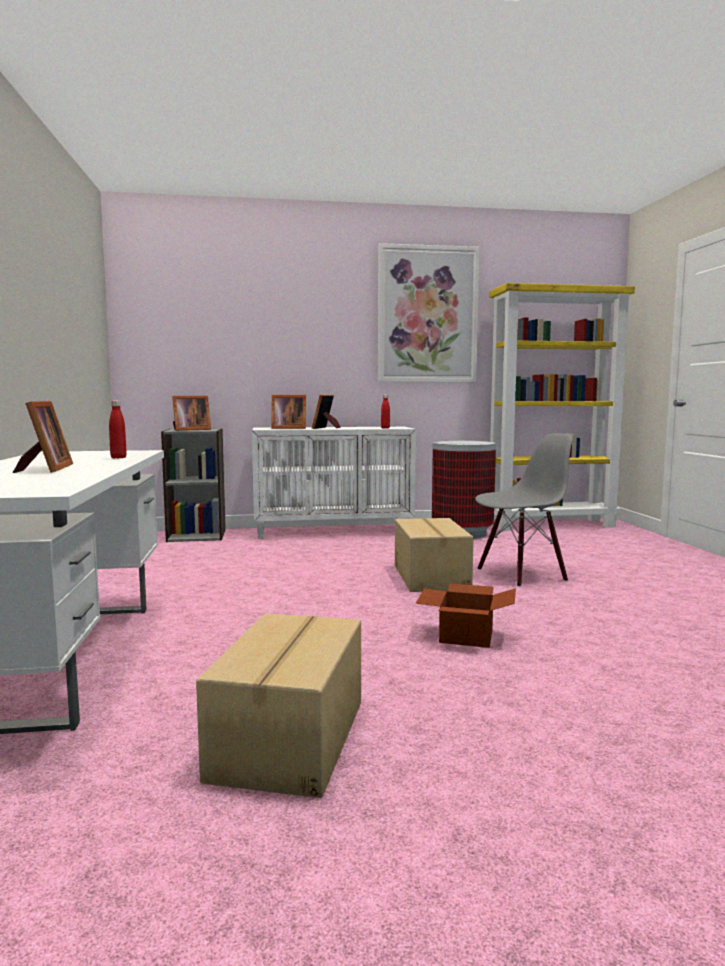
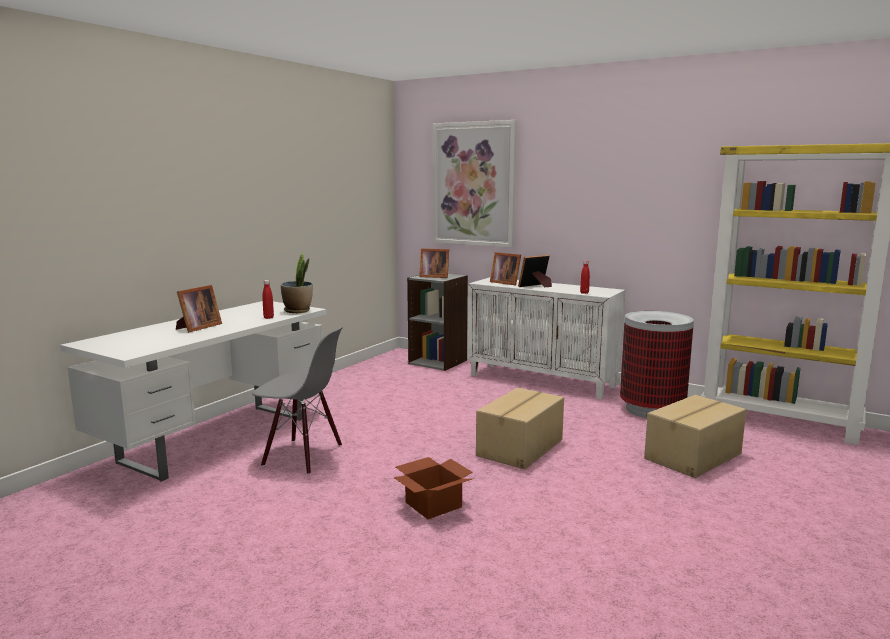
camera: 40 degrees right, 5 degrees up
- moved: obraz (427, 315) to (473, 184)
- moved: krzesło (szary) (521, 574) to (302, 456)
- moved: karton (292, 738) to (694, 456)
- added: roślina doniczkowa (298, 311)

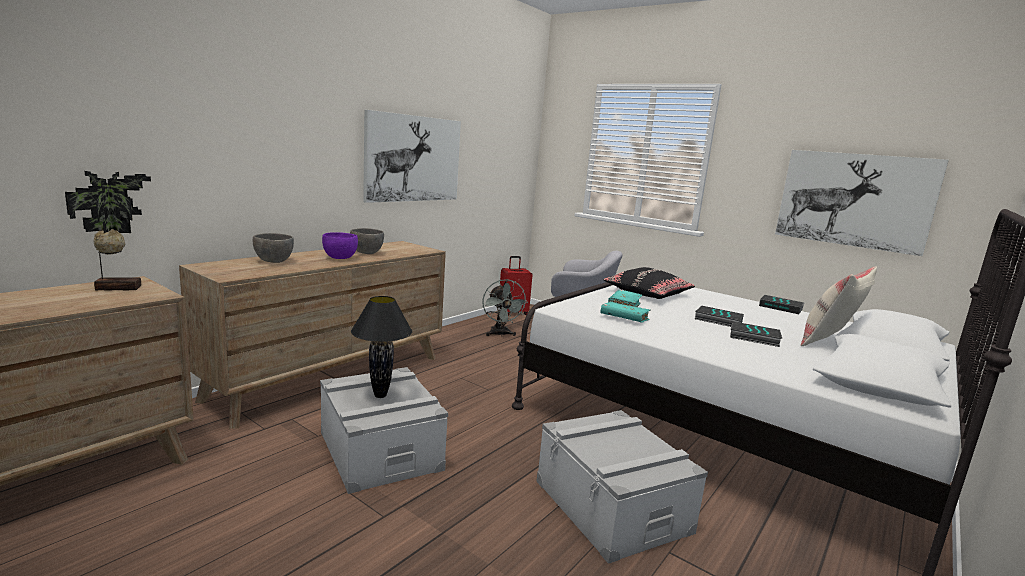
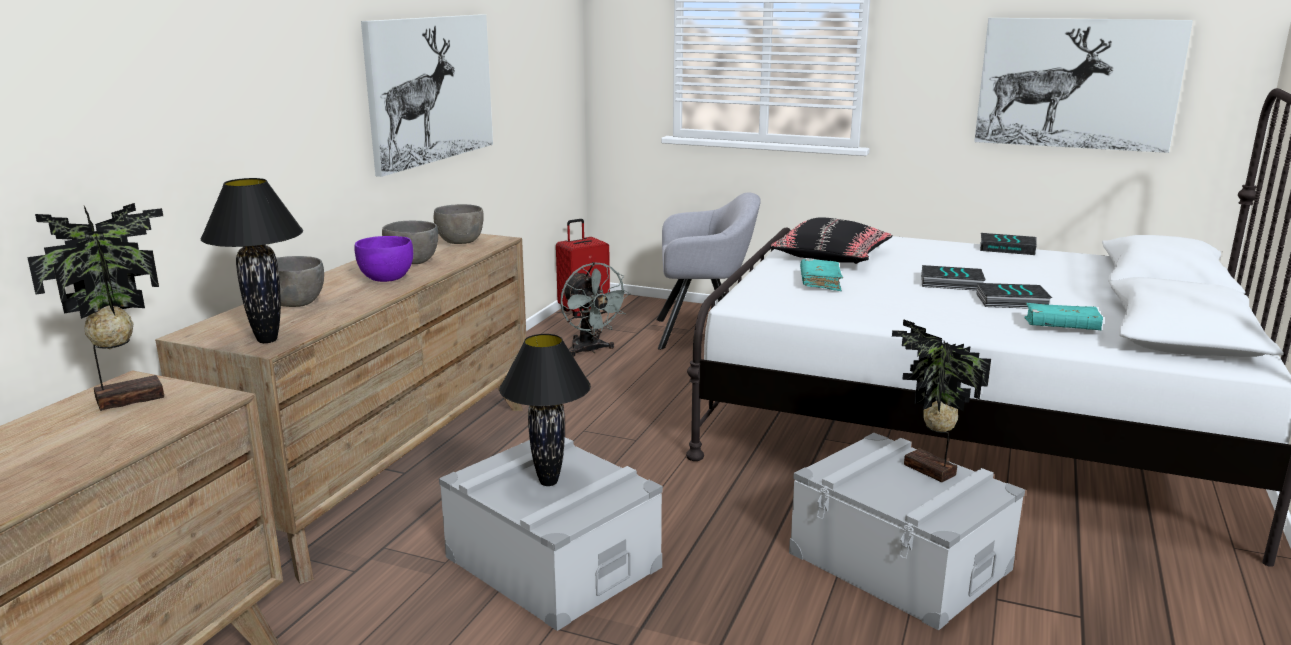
camera: 15 degrees left, 5 degrees up
- removed: poduszka (beżowy) (829, 342)
- moved: książka (turkusowy) (624, 318) to (1061, 327)
- added: lampa stołowa (czarny) (268, 340)
- added: miska (szary) (460, 242)
- added: roślina doniczkowa (928, 472)

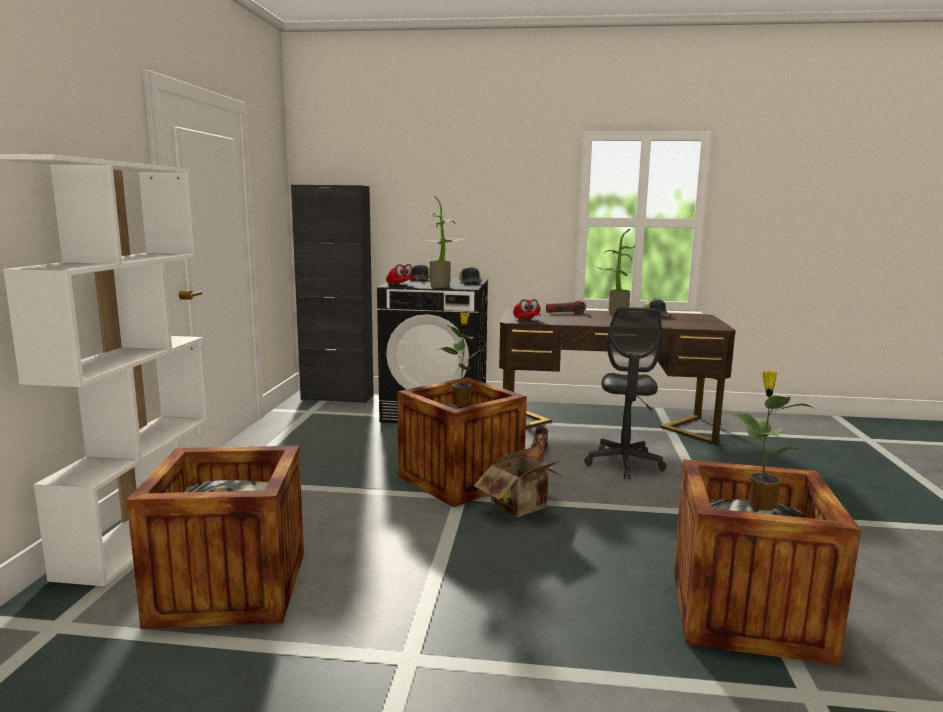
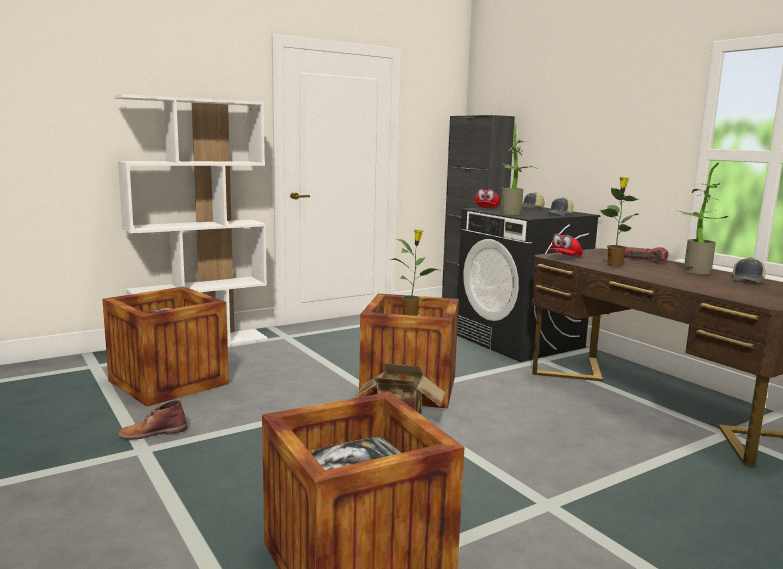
camera: 50 degrees right, 0 degrees up
- removed: krzesło biurowe (szary) (624, 464)
- moved: roślina doniczkowa (760, 505) to (614, 265)
- moved: but z cholewką (brązowy) (536, 456) to (152, 432)

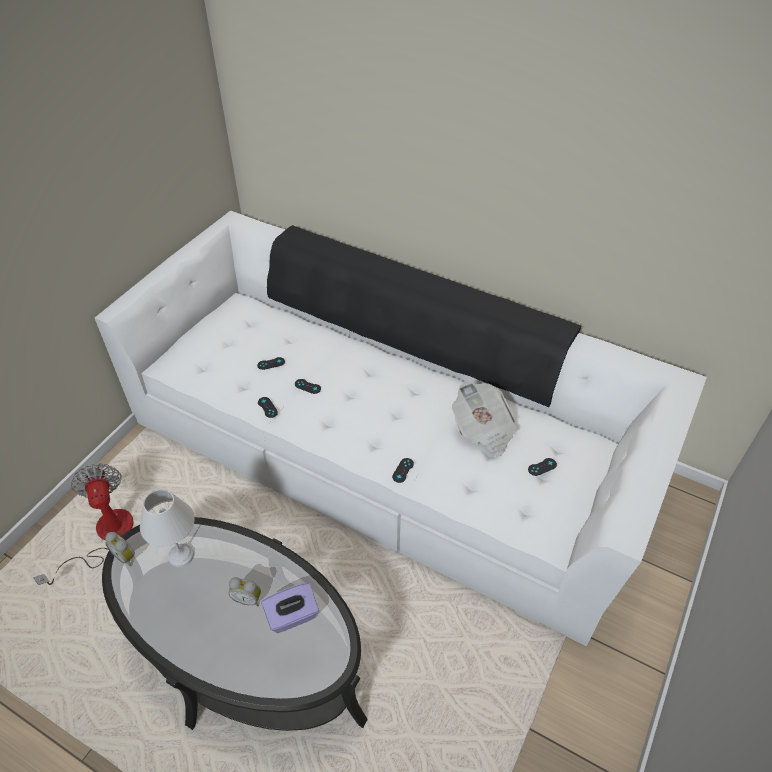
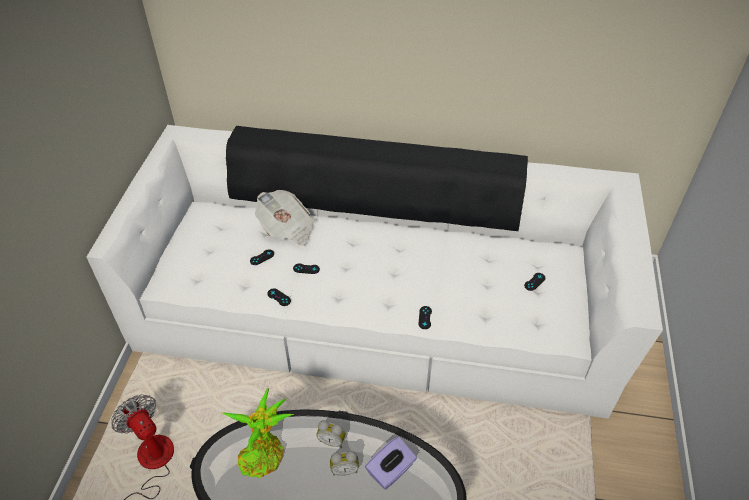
camera: 20 degrees left, 0 degrees up
- moved: gazeta (483, 430) to (287, 229)
- replaced: lampa stołowa (biały) (180, 556) to roślina doniczkowa (263, 453)
- moved: budzik (126, 556) to (332, 440)

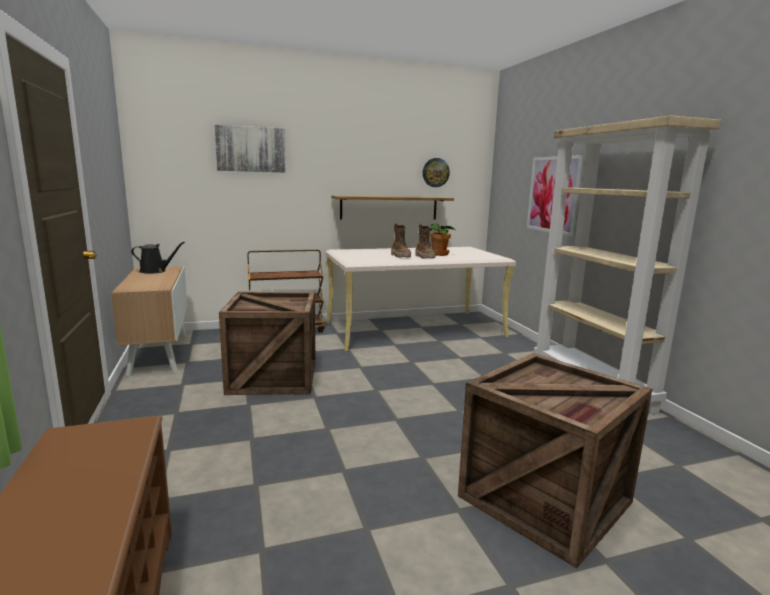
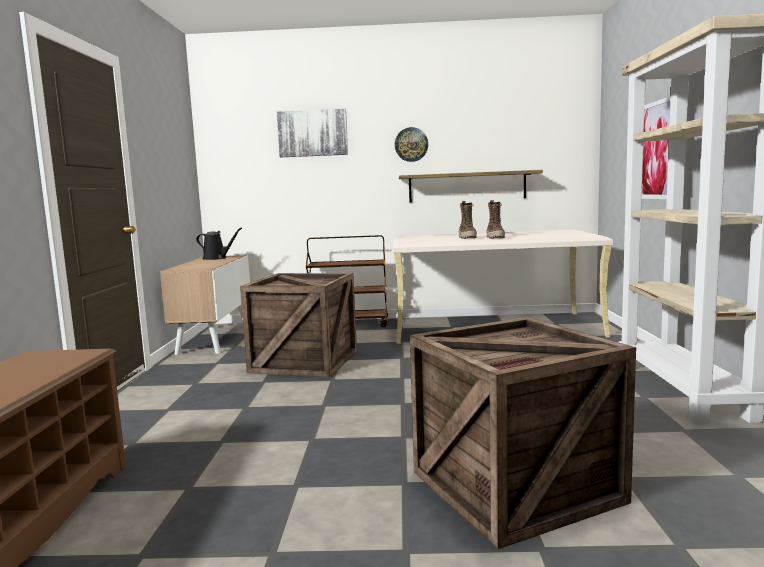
camera: 20 degrees right, 5 degrees down
- moved: zegar ścienny (435, 172) to (411, 144)
- removed: roślina doniczkowa (439, 254)

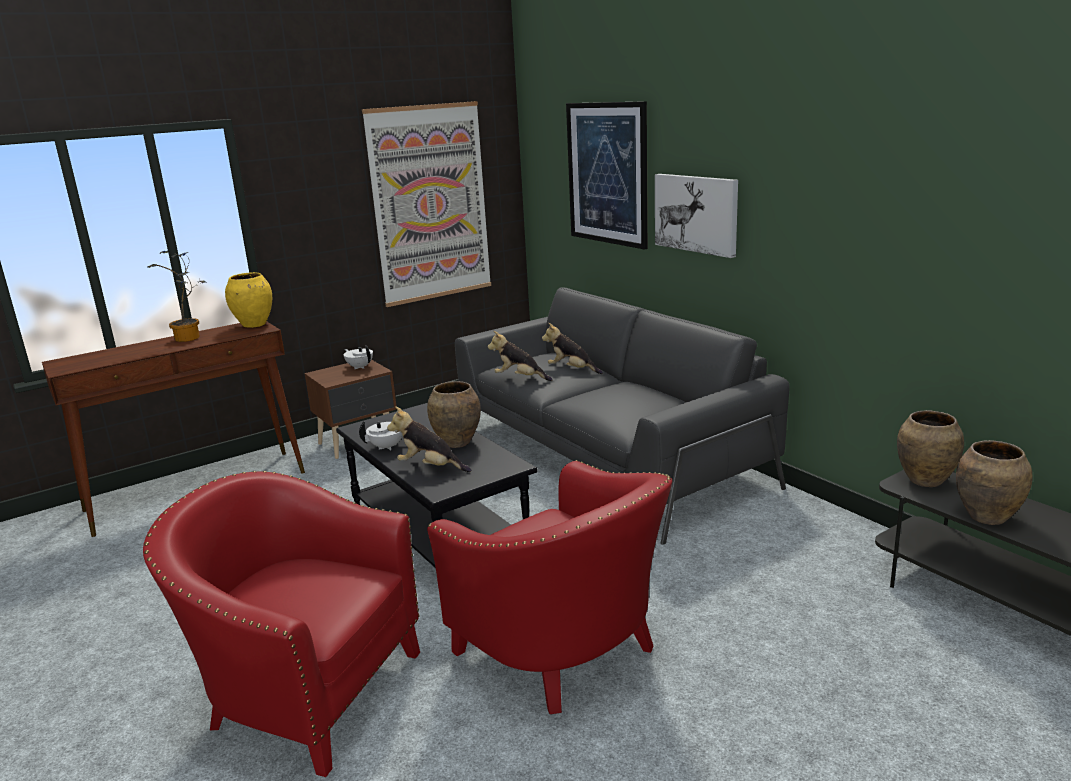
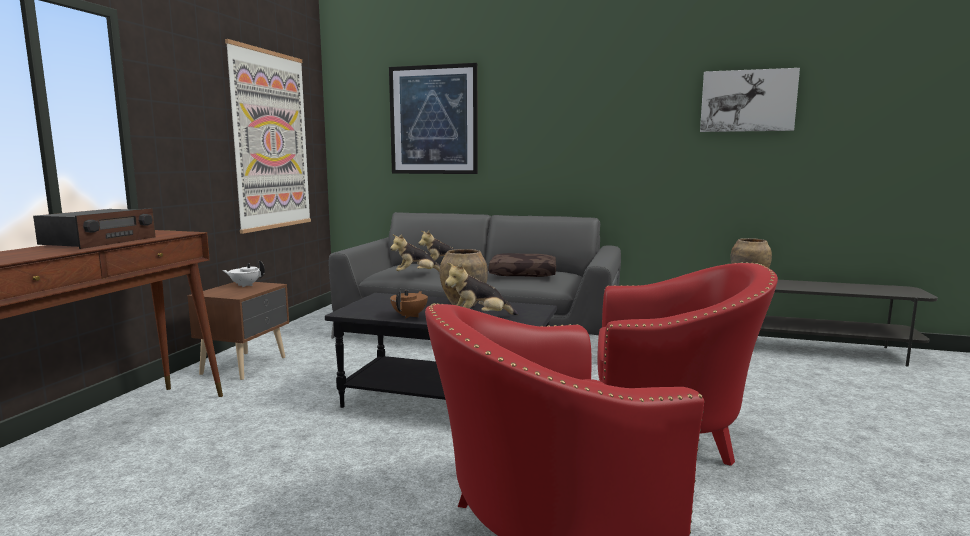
camera: 40 degrees left, 10 degrees down
- moved: obraz (696, 213) to (747, 101)
- replaced: roślina doniczkowa (190, 338) to radio (99, 241)
- removed: wazon (żółty) (255, 324)
- recoloured: imbryk (biały) (388, 447) to imbryk (brązowy) (410, 316)
- removed: wazon (brązowy) (987, 517)
- added: poduszka (brązowy) (523, 274)

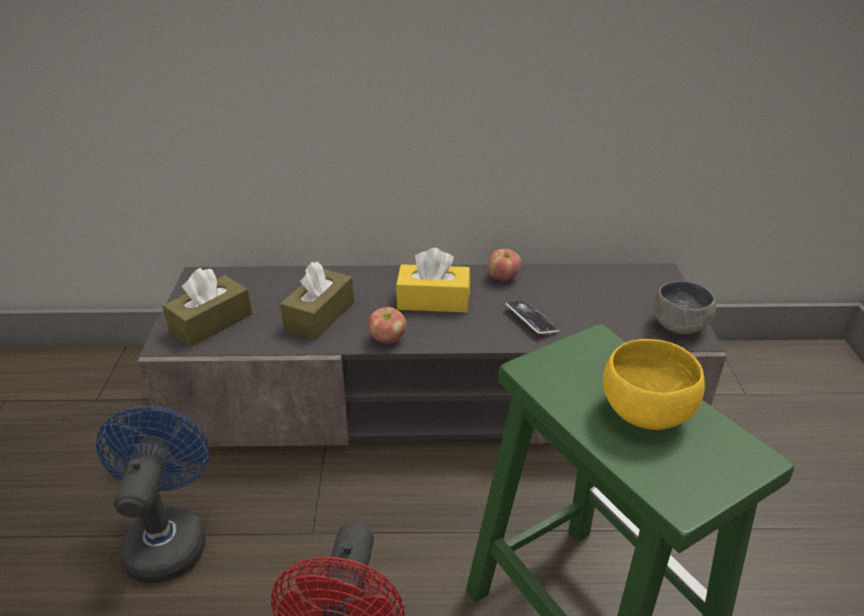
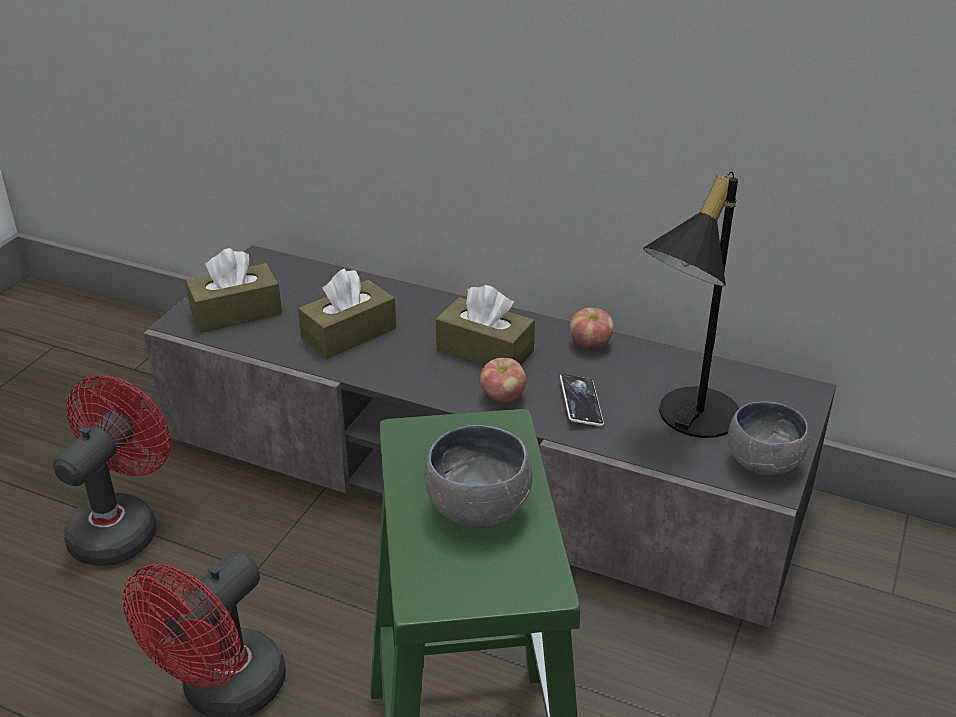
camera: 25 degrees right, 0 degrees up
- recoloured: pudełko chusteczek (żółty) (433, 300) to pudełko chusteczek (brązowy) (485, 350)
- moved: jabłko (388, 339) to (503, 397)
- recoloured: miska (żółty) (641, 413) to miska (szary) (474, 509)
- recoloured: wentylator (niebieski) (168, 537) to wentylator (czerwony) (122, 526)
- added: lampa stołowa (czarny) (686, 417)

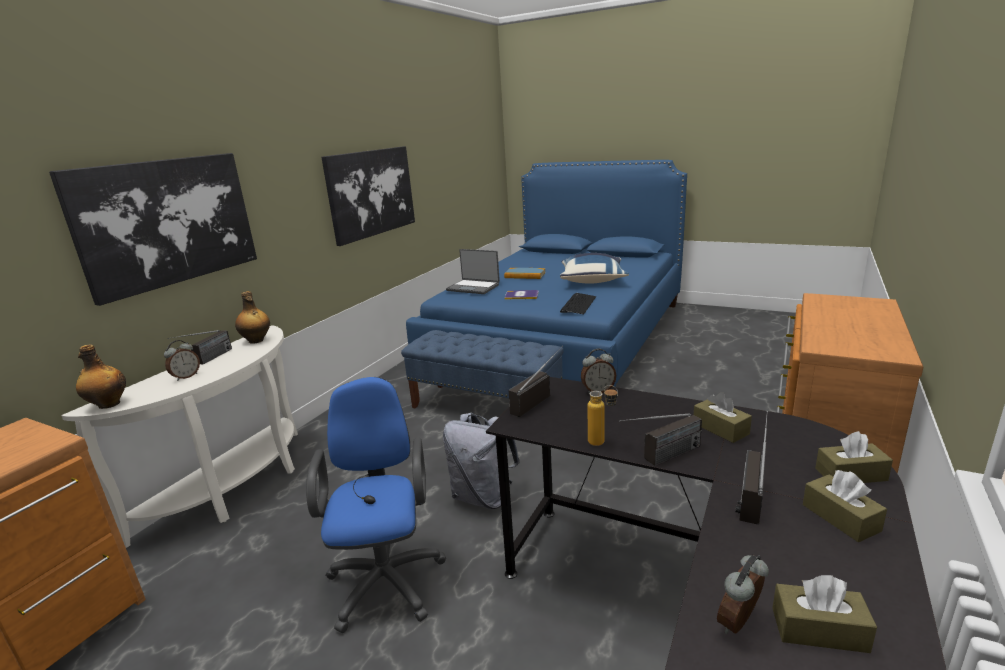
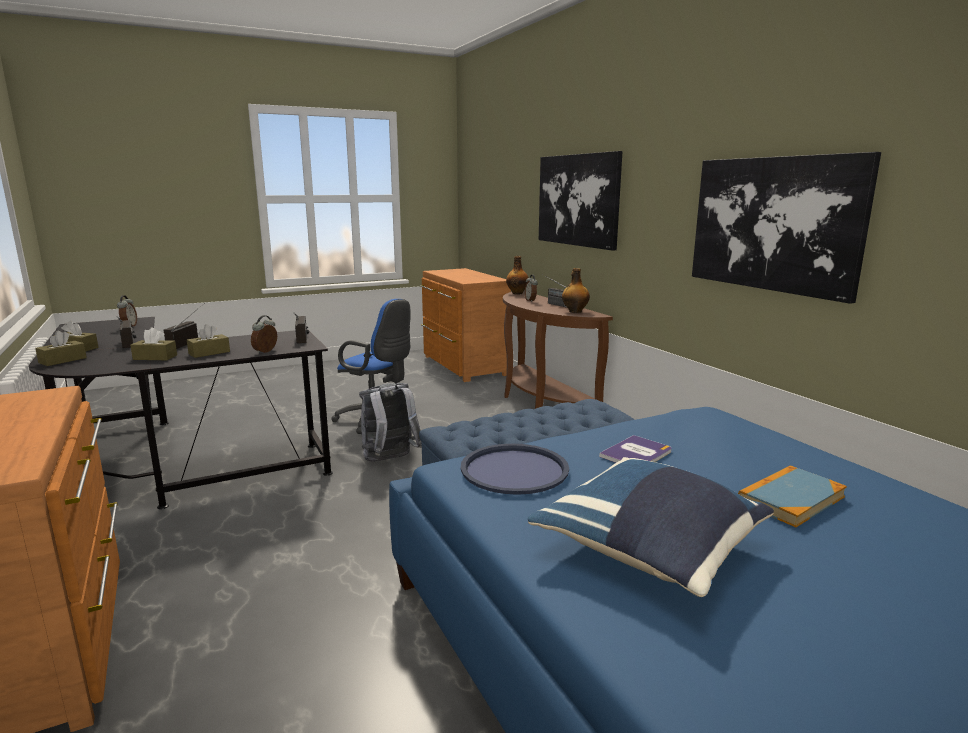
camera: 125 degrees right, 5 degrees down
- removed: laptop (473, 287)
- replaced: klawiatura (578, 304) to taca (niebieski) (514, 470)
- recoloured: stolik konsolowy (biały) (238, 488) to stolik konsolowy (brązowy) (540, 402)
- removed: butelka (602, 443)
- moved: pudełko chusteczek (brązowy) (819, 630) to (209, 353)

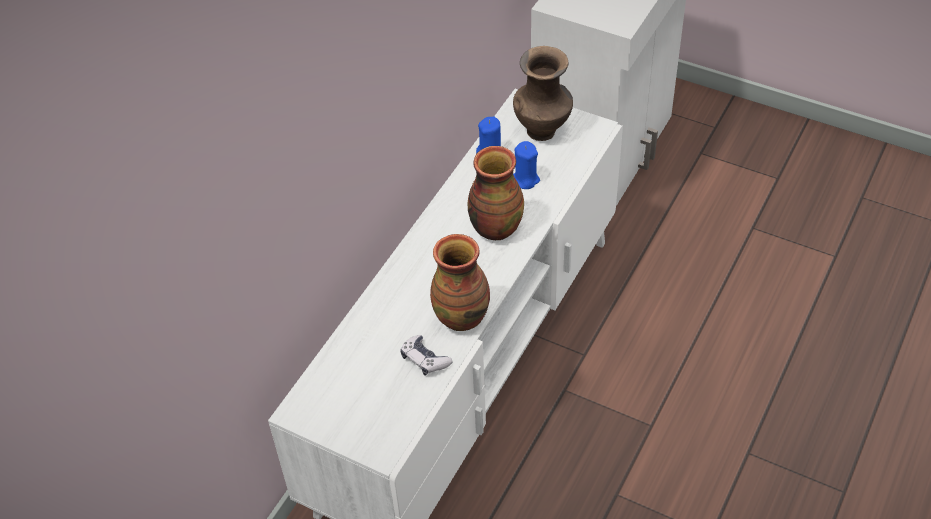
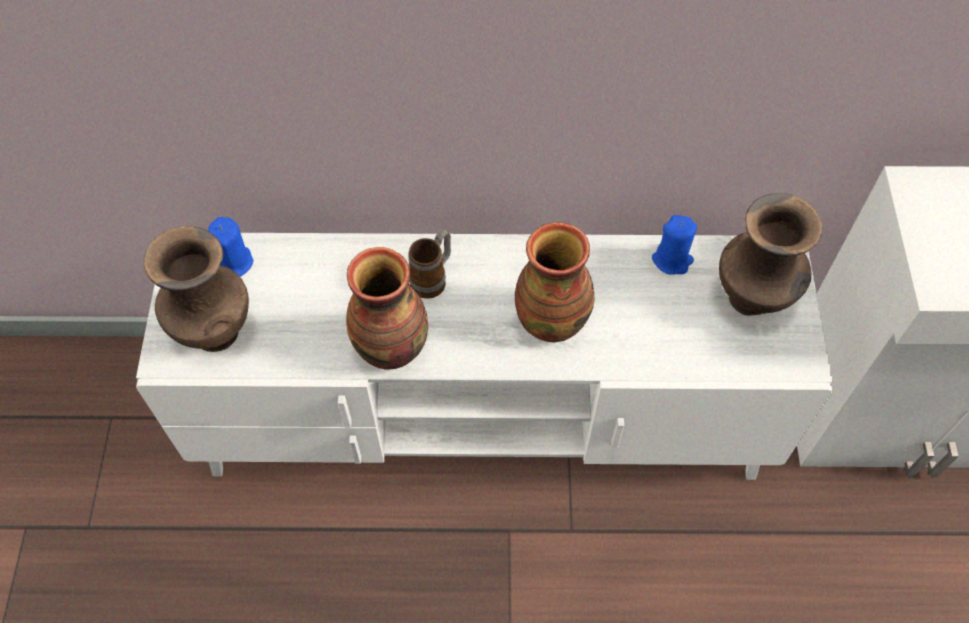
camera: 60 degrees right, 10 degrees up
- moved: świeca (niebieski) (525, 179) to (234, 262)
- removed: pad do gier (425, 360)
- added: wazon (brązowy) (214, 331)
- added: kubek (433, 279)

